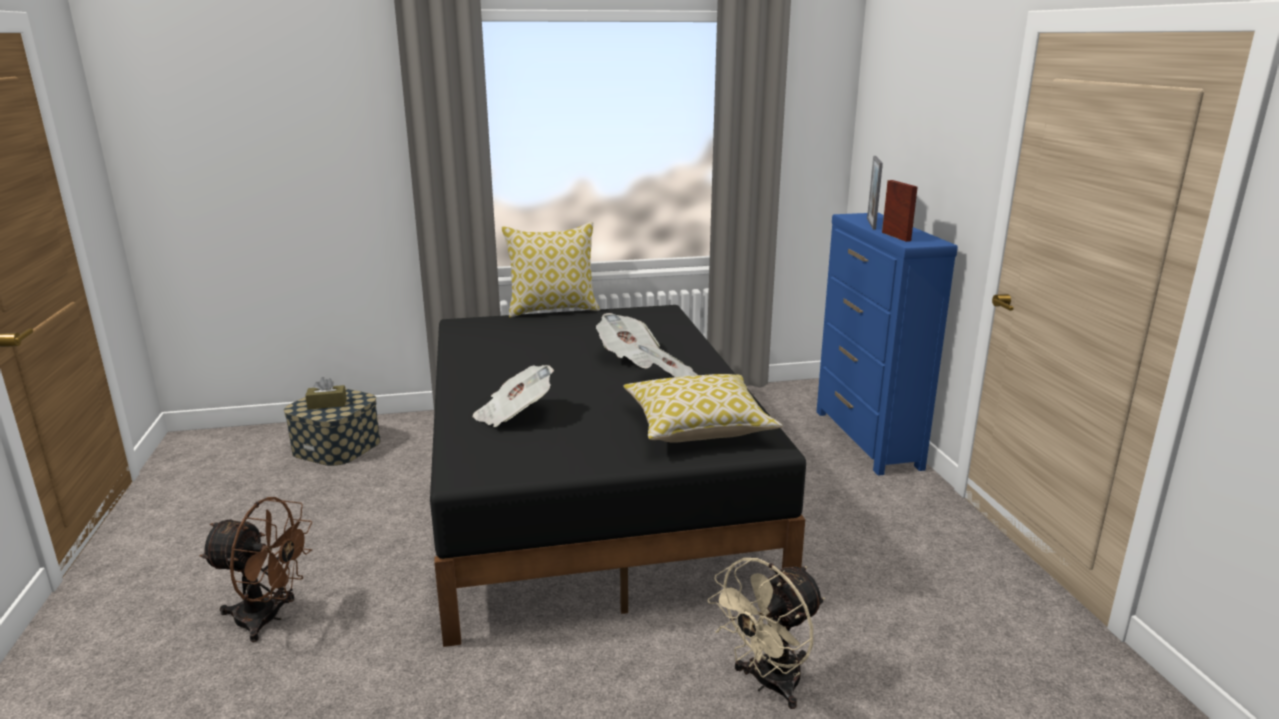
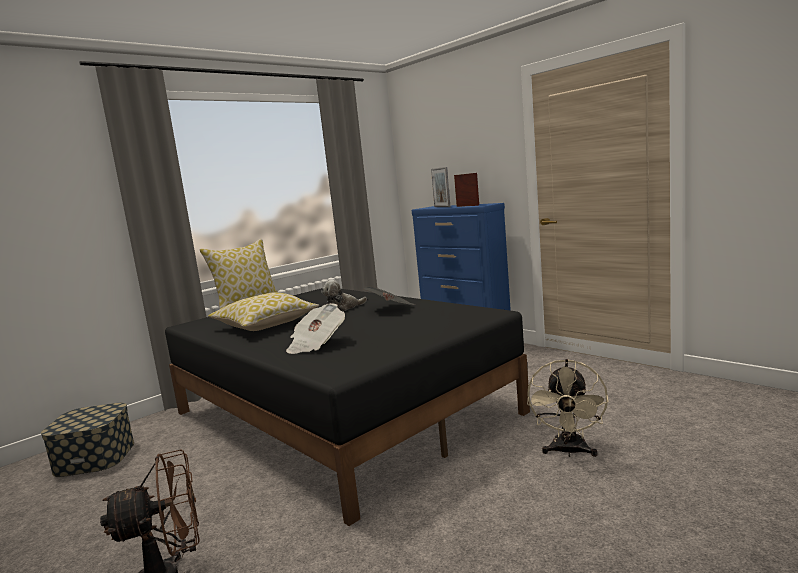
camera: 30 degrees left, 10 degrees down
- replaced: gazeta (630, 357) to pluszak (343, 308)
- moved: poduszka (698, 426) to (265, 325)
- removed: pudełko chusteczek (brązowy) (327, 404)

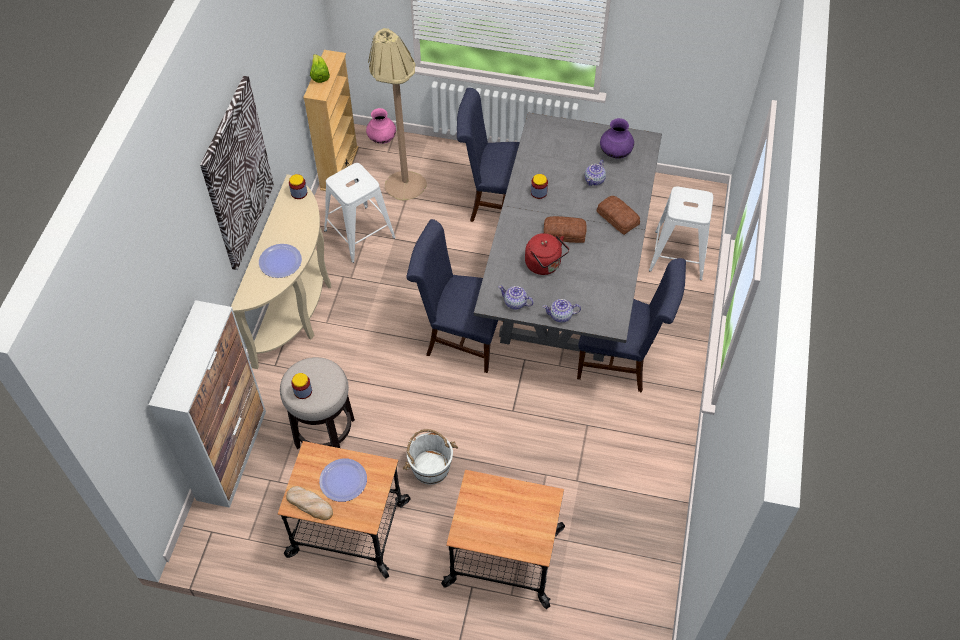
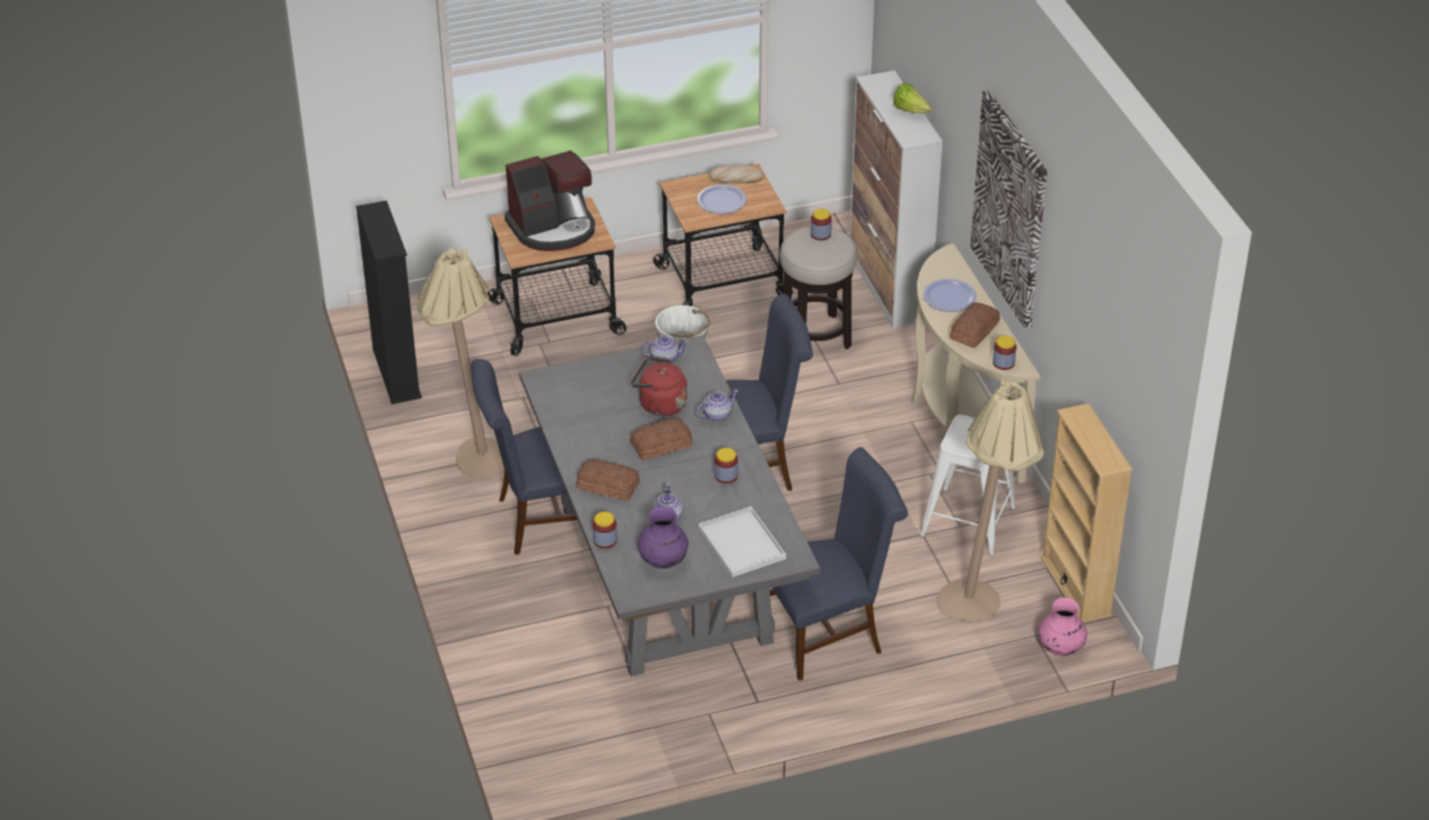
camera: 150 degrees right, 15 degrees down
- moved: sałata (319, 75) to (910, 110)
- removed: stołek (biały) (678, 255)
- moved: imbryk (561, 316) to (716, 415)
- added: ekspres do kawy (553, 228)
- added: regał (czarny) (396, 373)
- added: lampa stojąca (beżowy) (472, 465)
- added: chleb (973, 330)
- added: taca (biały) (740, 542)
- added: słoik (605, 540)

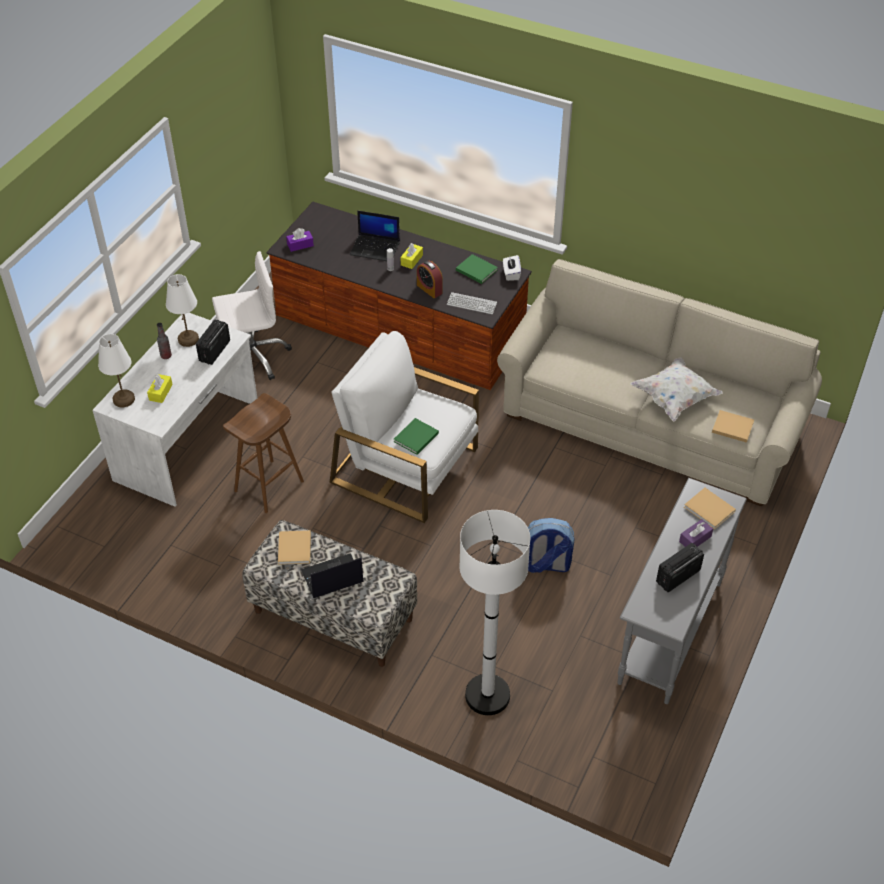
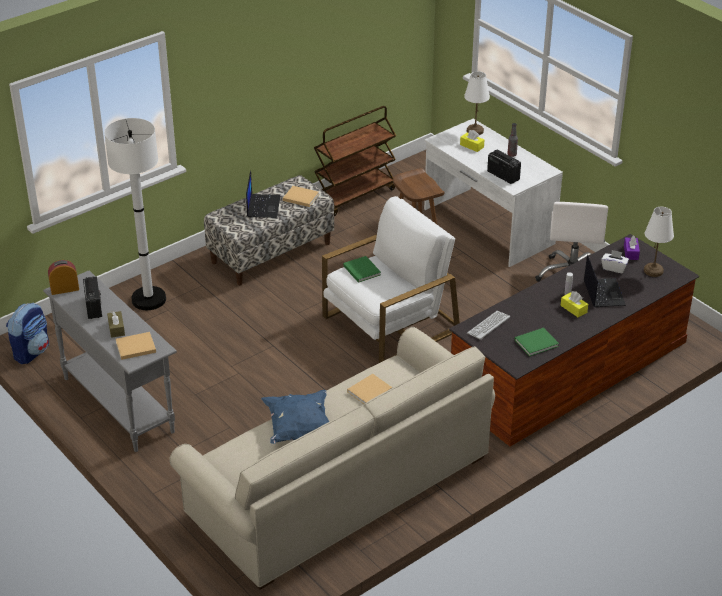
camera: 115 degrees right, 10 degrees down
- turned: laptop (376, 248) = (603, 293) 135 degrees clockwise
- moved: pudełko chusteczek (biały) (511, 274) to (614, 268)
- moved: budzik (429, 289) to (64, 289)
- moved: lampa stołowa (biały) (188, 339) to (654, 271)
- recoloured: poduszka (biały) (674, 399) to poduszka (niebieski) (299, 428)
- moved: książka (beżowy) (731, 427) to (370, 390)
- moved: plecak (546, 564) to (31, 352)
- recoloured: pudełko chusteczek (fioletowy) (695, 539) to pudełko chusteczek (brązowy) (116, 328)
- added: wózek (brązowy) (354, 195)

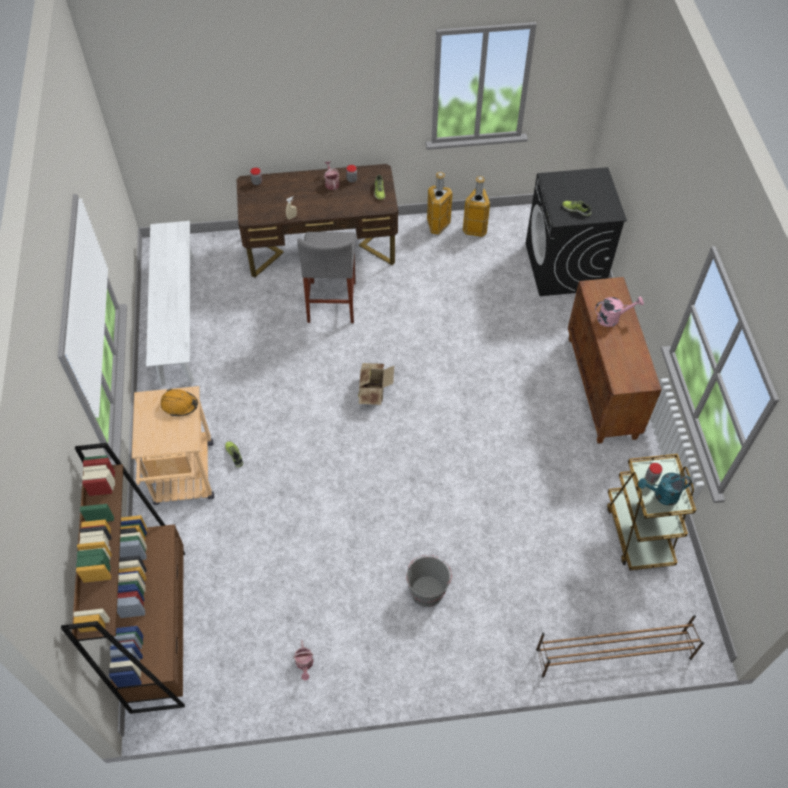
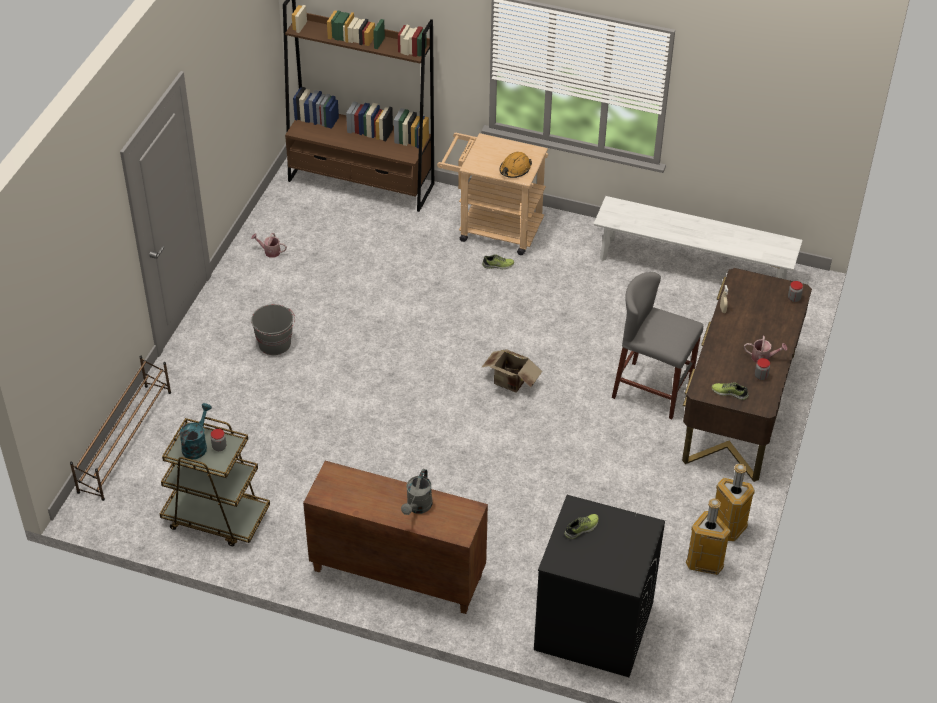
camera: 115 degrees right, 10 degrees down
- recoloured: konewka (różowy) (612, 318) to konewka (szary) (417, 507)

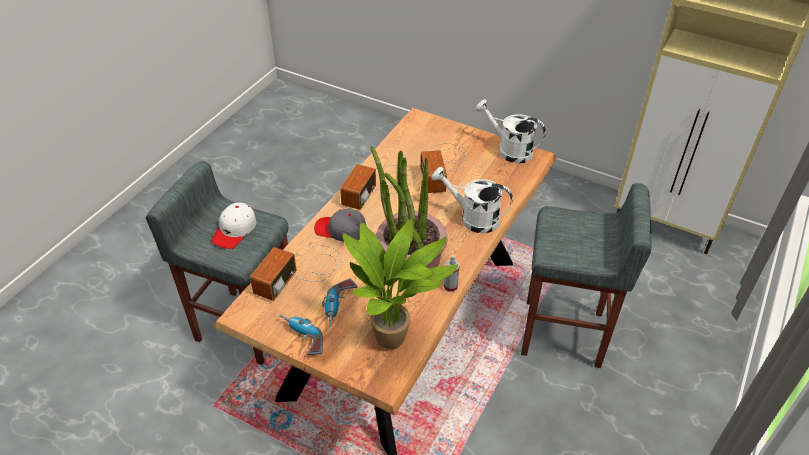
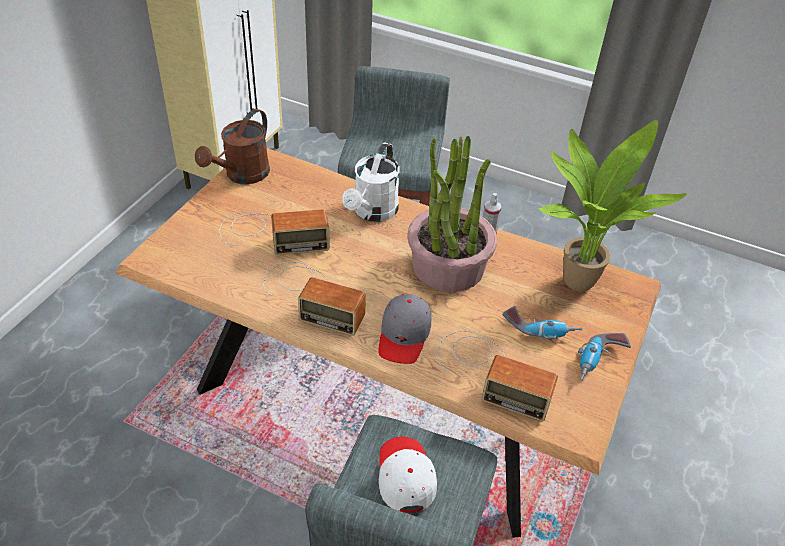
camera: 95 degrees left, 0 degrees up
- recoloured: konewka (biały) (509, 150) to konewka (brązowy) (242, 176)
- turned: czapka z daszkiem (biały) (235, 230) = (405, 476) 120 degrees counterclockwise

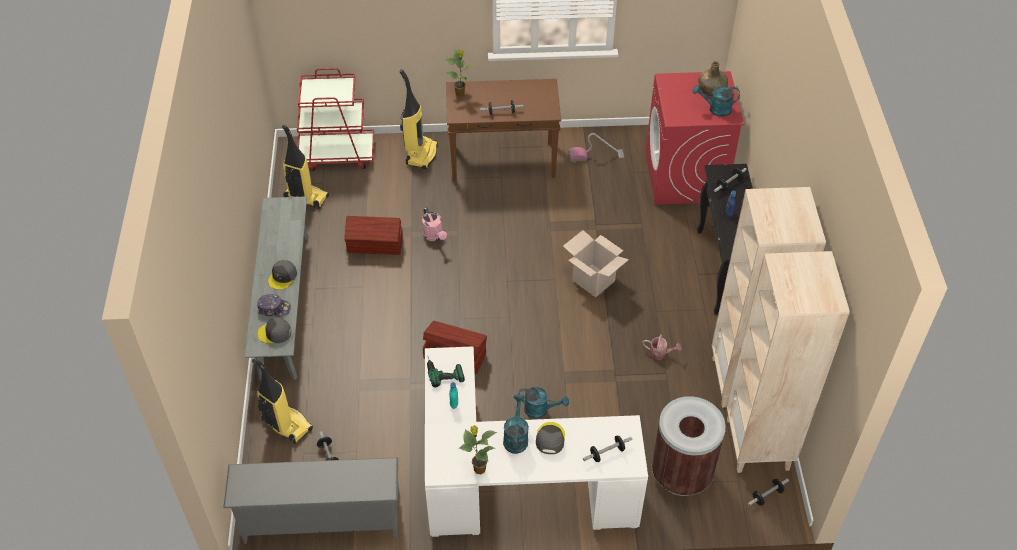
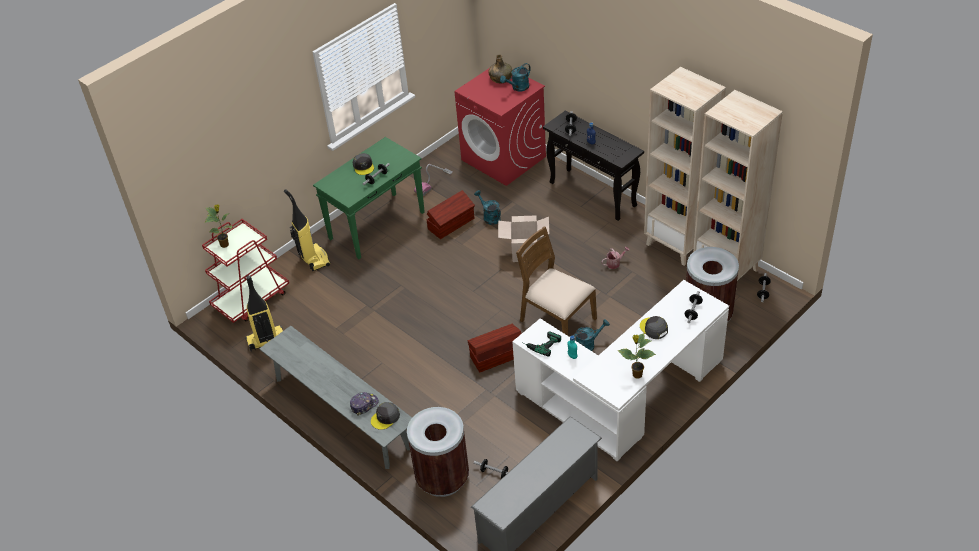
camera: 40 degrees left, 5 degrees down
- moved: roślina doniczkowa (460, 94) to (225, 244)
- recoloured: stolik konsolowy (brązowy) (504, 161) to stolik konsolowy (zielony) (377, 225)
- removed: konewka (różowy) (434, 236)
- moved: pojemnik do przechowywania (brązowy) (375, 245) to (452, 224)
- moved: czapka z daszkiem (szary) (283, 277) to (363, 166)
- replaced: odkurzacz (286, 425) to kosz na śmieci (brązowy) (442, 479)
- moved: konewka (turkusowy) (516, 437) to (489, 217)
- added: krzesło (brązowy) (556, 320)

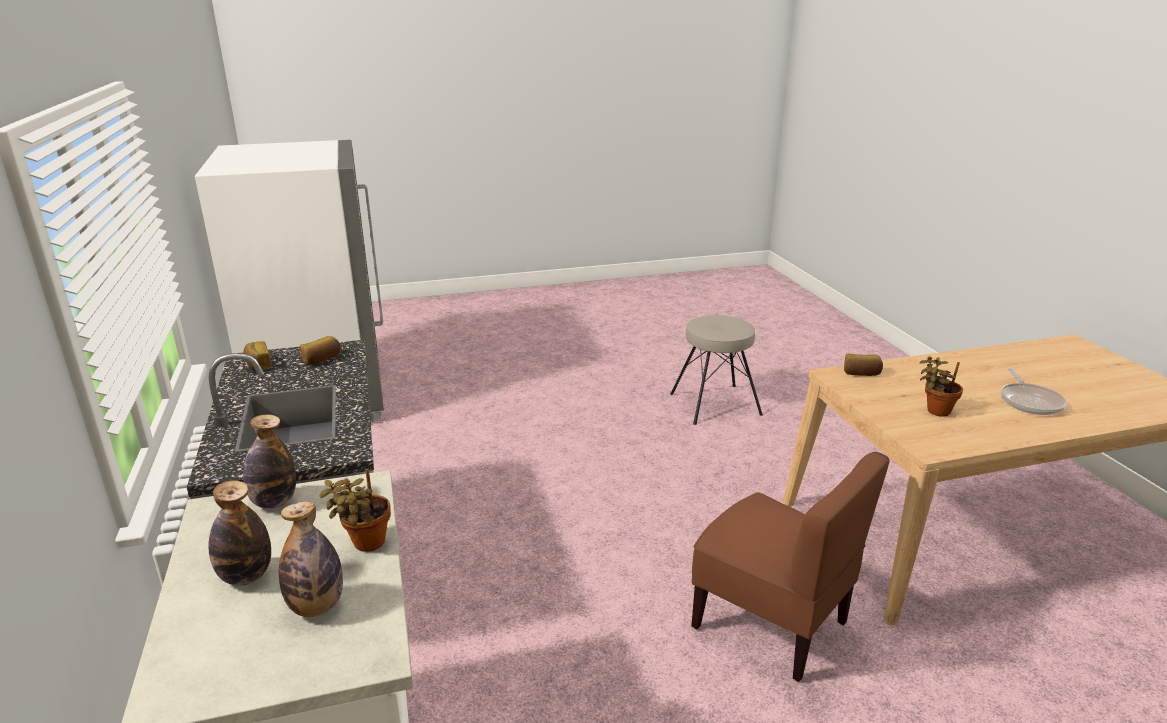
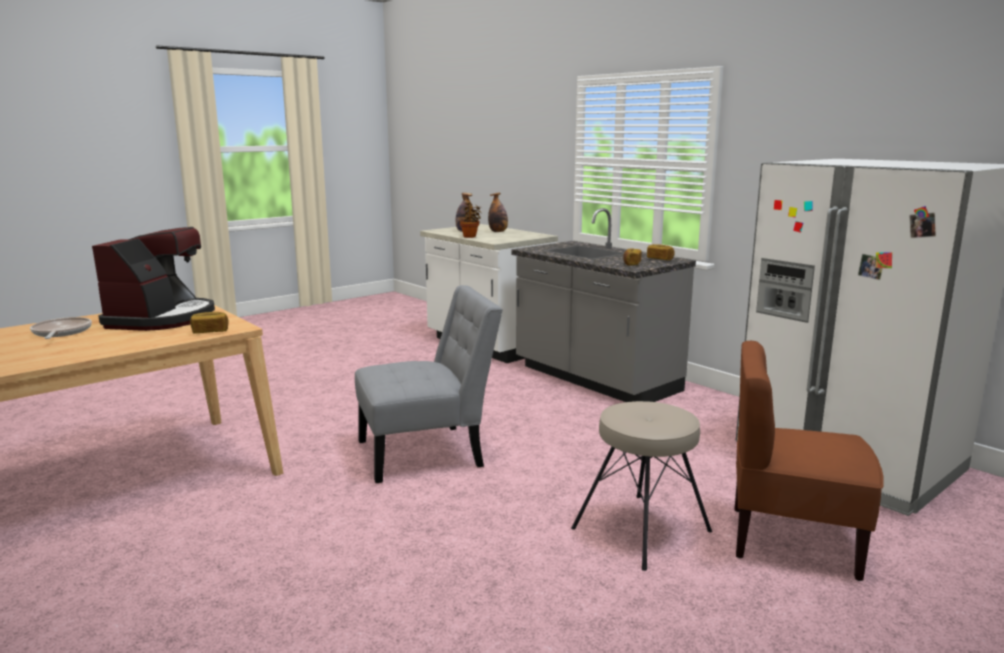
camera: 155 degrees right, 10 degrees down
- moved: stołek (beżowy) (714, 403) to (642, 530)
- replaced: roślina doniczkowa (935, 410) to ekspres do kawy (162, 319)
- removed: butelka (274, 502)
- moved: krzesło (brązowy) (771, 623) to (792, 540)
- added: krzesło (szary) (427, 453)

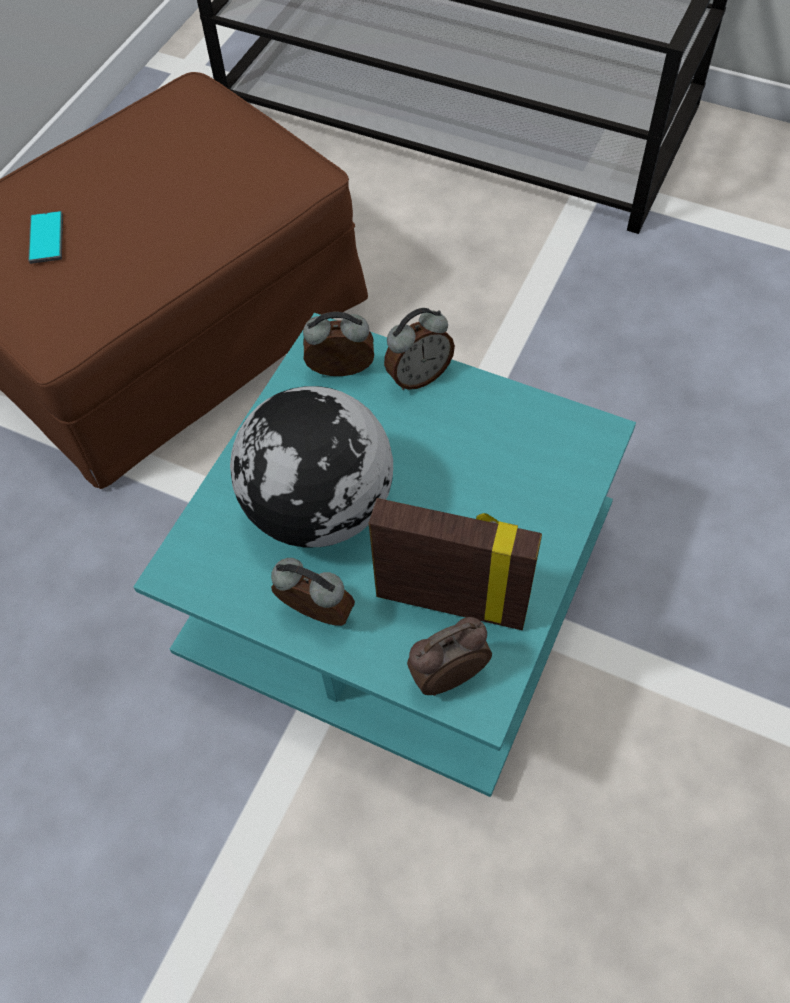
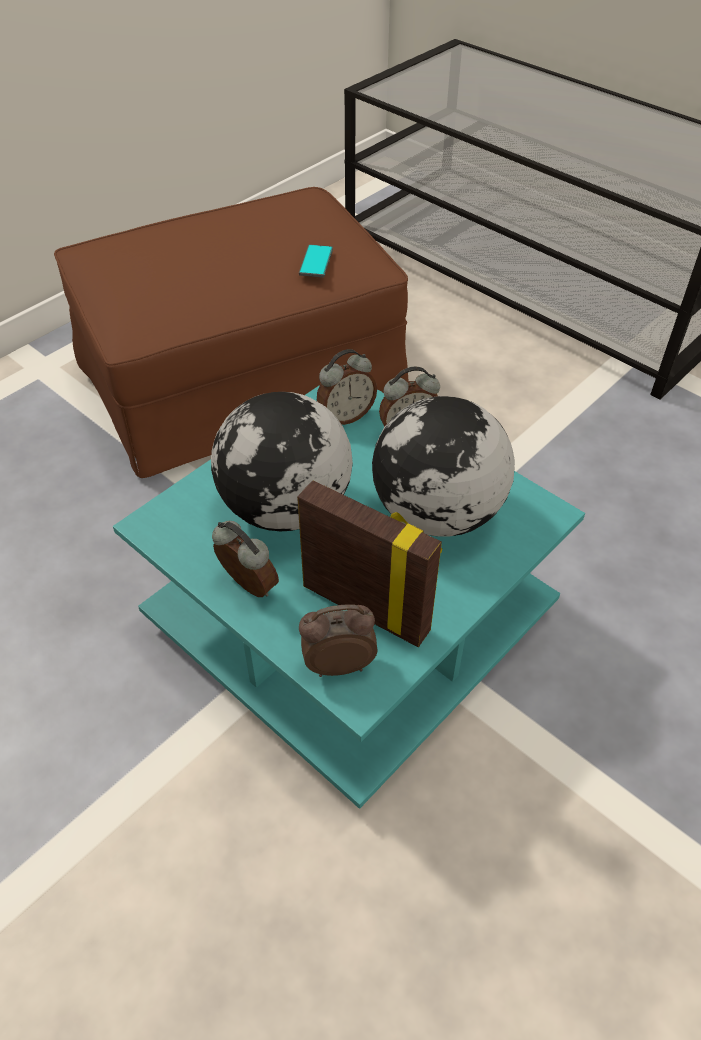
camera: 15 degrees right, 10 degrees down
- moved: telefon (46, 238) to (316, 262)
- turned: budzik (341, 373) = (346, 416) 135 degrees clockwise
- added: globus (436, 513)

